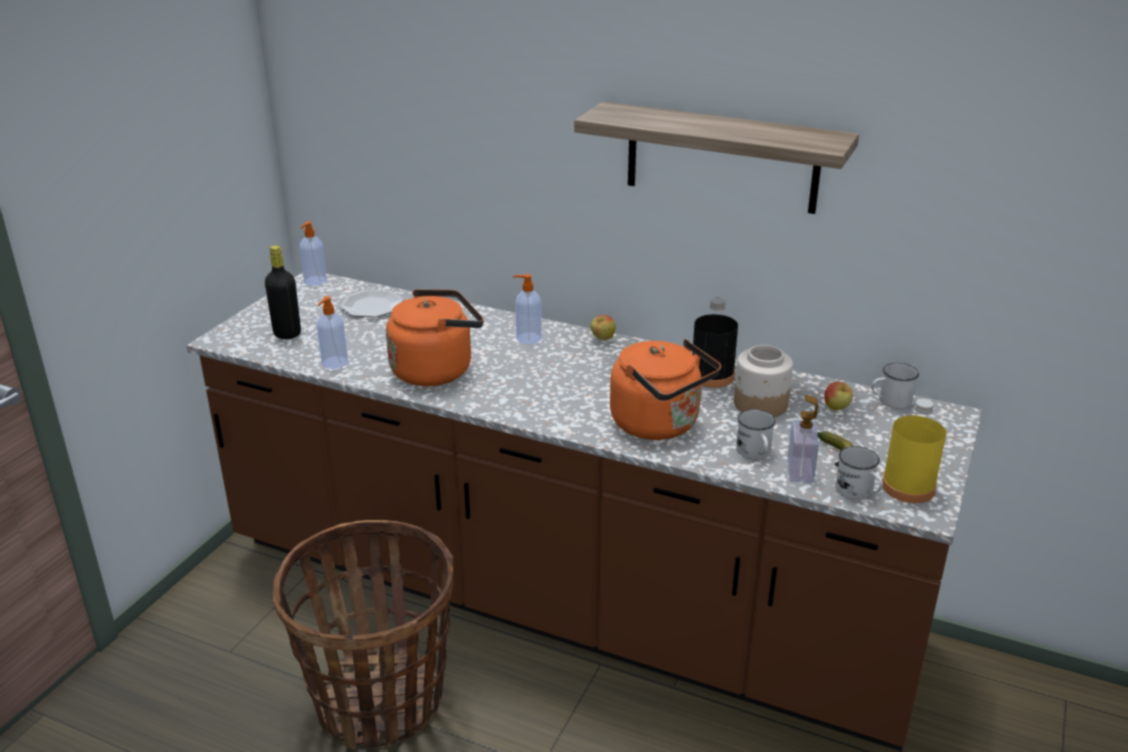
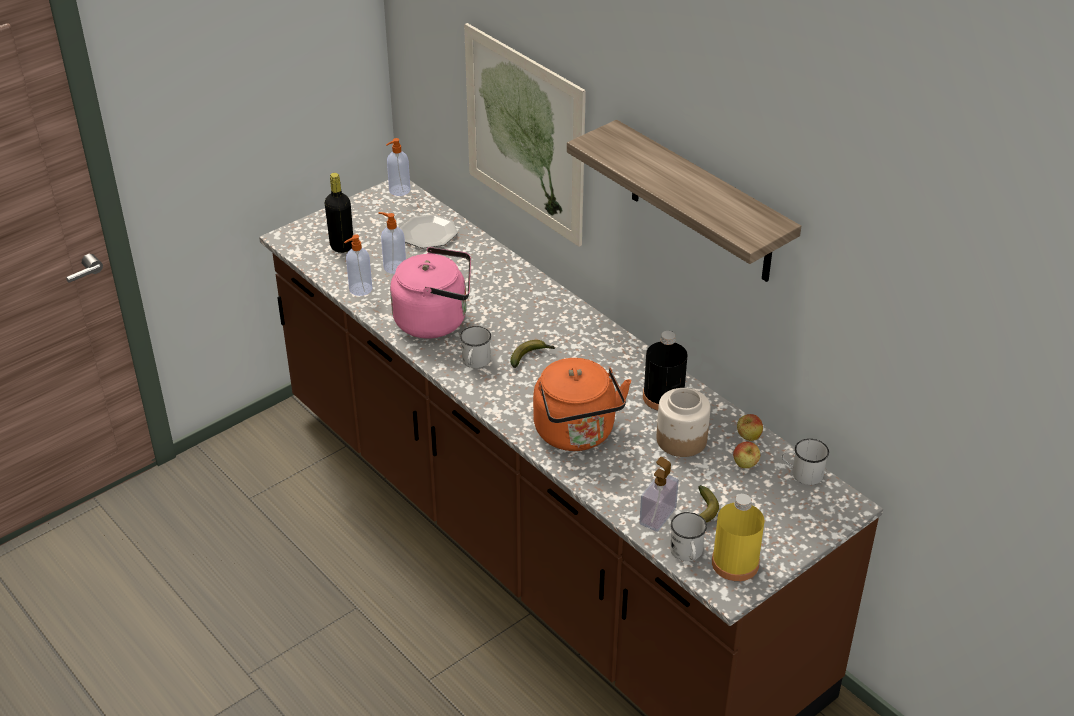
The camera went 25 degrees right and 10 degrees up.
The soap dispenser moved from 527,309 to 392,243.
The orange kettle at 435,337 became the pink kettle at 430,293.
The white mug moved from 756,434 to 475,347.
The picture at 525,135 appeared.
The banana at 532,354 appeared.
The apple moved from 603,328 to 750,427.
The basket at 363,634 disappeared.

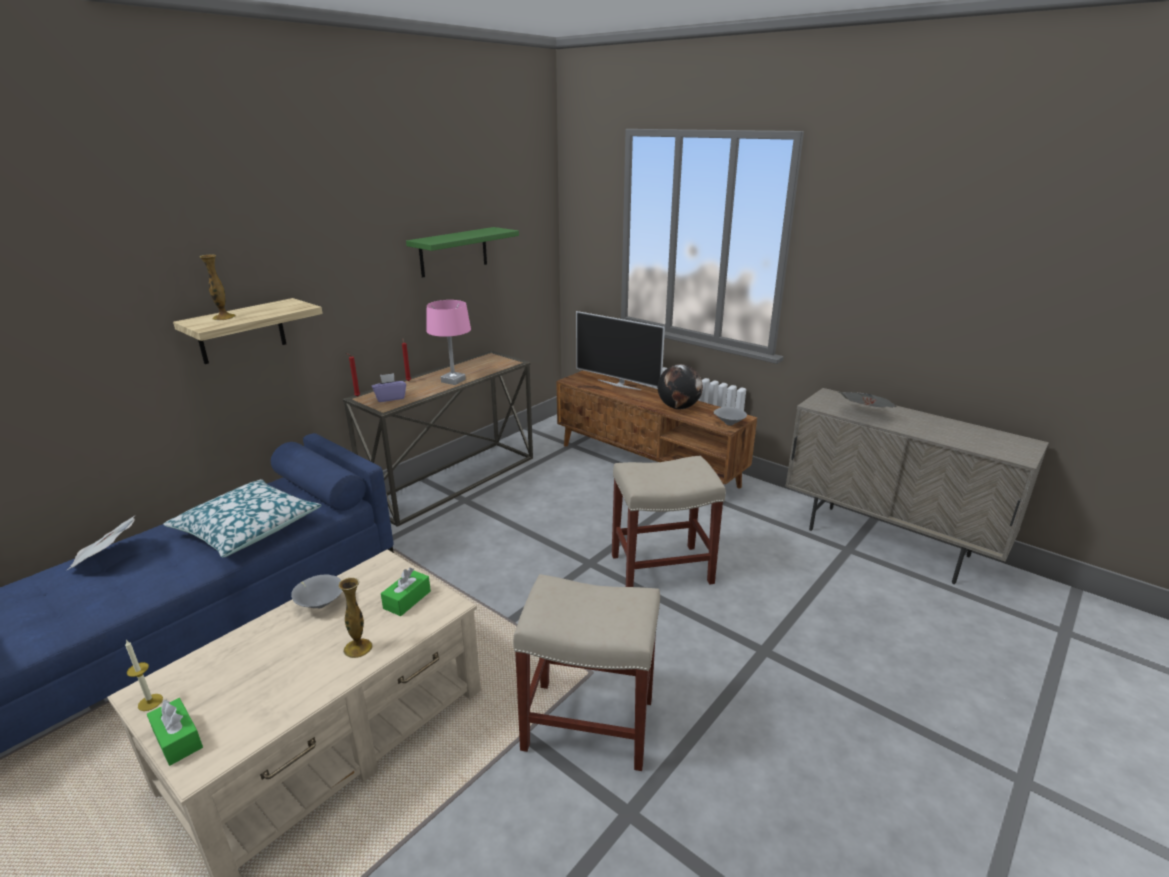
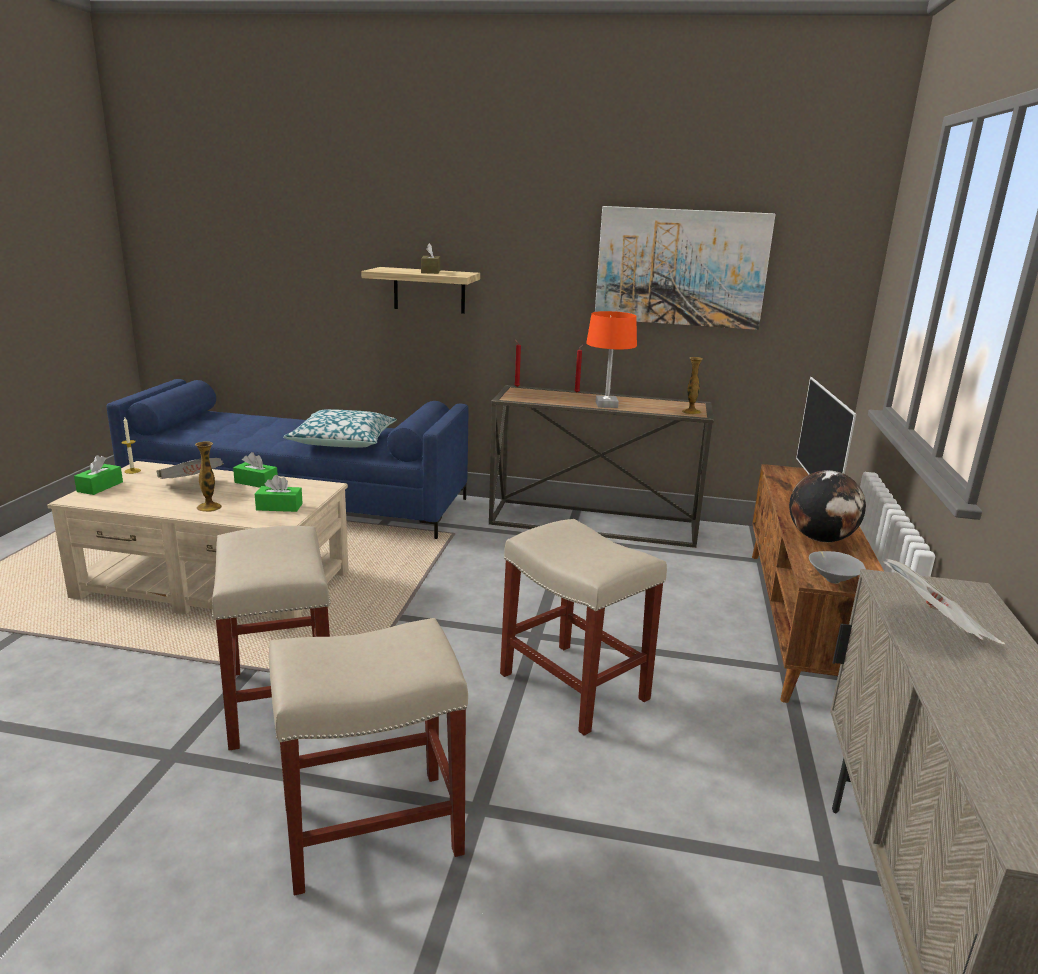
The camera went 60 degrees right and 5 degrees down.
The newspaper moved from 100,543 to 190,468.
The grey bowl at 316,591 was replaced by the green tissue box at 255,470.
The beige stool at 368,757 appeared.
The brown tissue box at 430,258 appeared.
The pink table lamp at 448,342 became the orange table lamp at 611,359.
The green shelf at 462,252 was replaced by the picture at 685,268.
The vase moved from 218,287 to 692,386.
The purple tissue box at 389,387 disappeared.

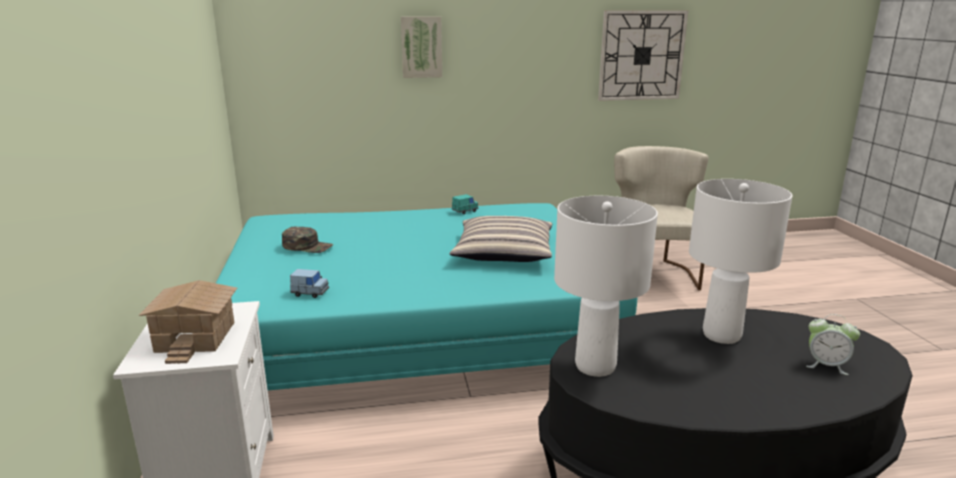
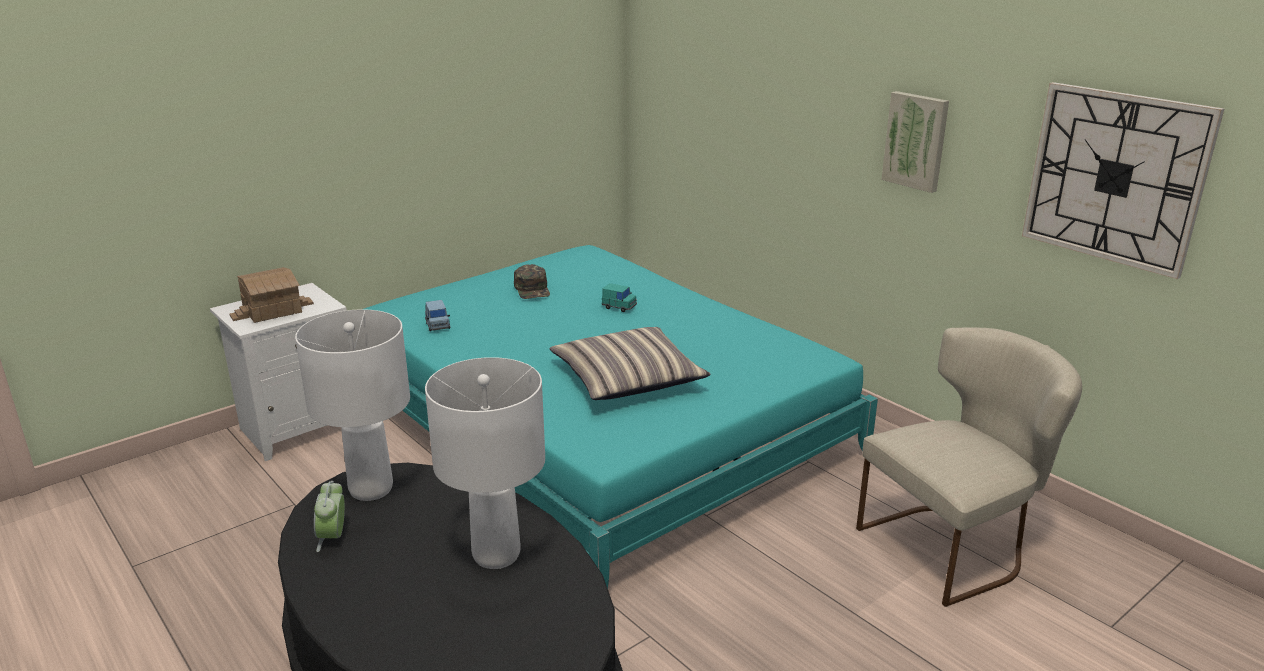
The camera went 60 degrees right and 5 degrees up.
The alarm clock moved from 833,344 to 329,516.
The turquoise toy car moved from 465,204 to 619,297.
The picture moved from 421,47 to 915,142.

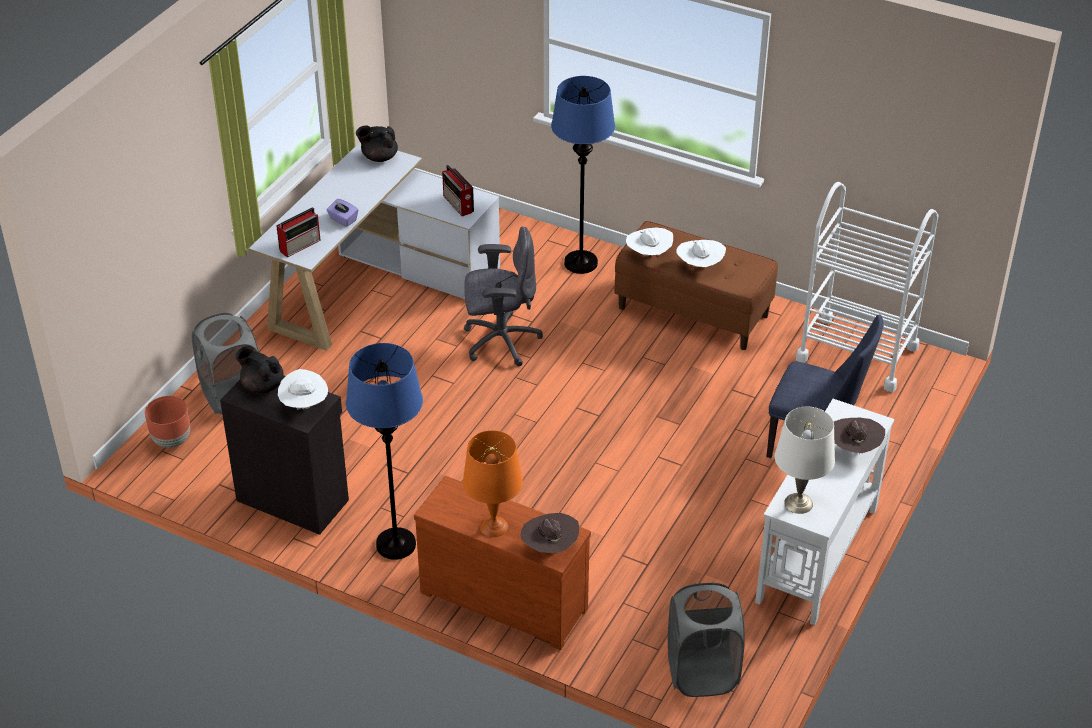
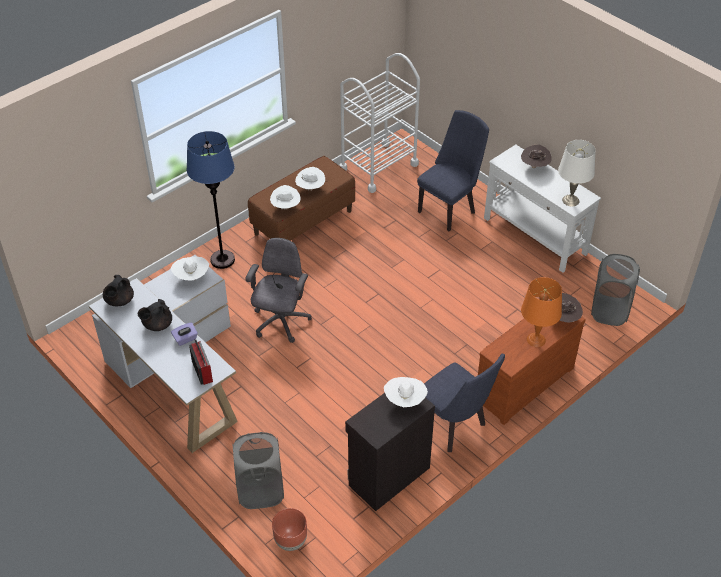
The camera went 70 degrees left and 5 degrees up.
The black teapot moved from 259,369 to 155,315.
The radio at 458,190 was replaced by the white hat at 190,269.
The blue floor lamp at 384,451 was replaced by the blue chair at 464,403.

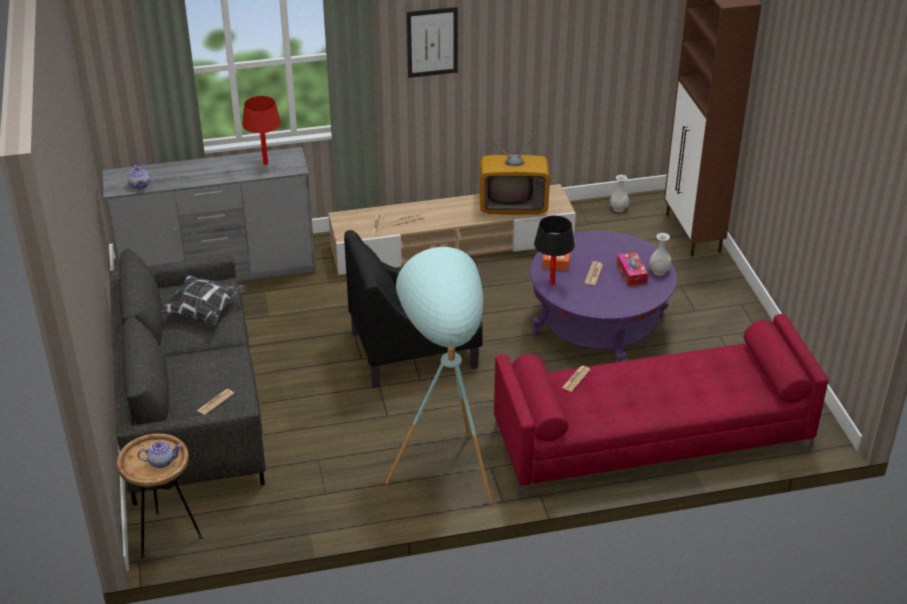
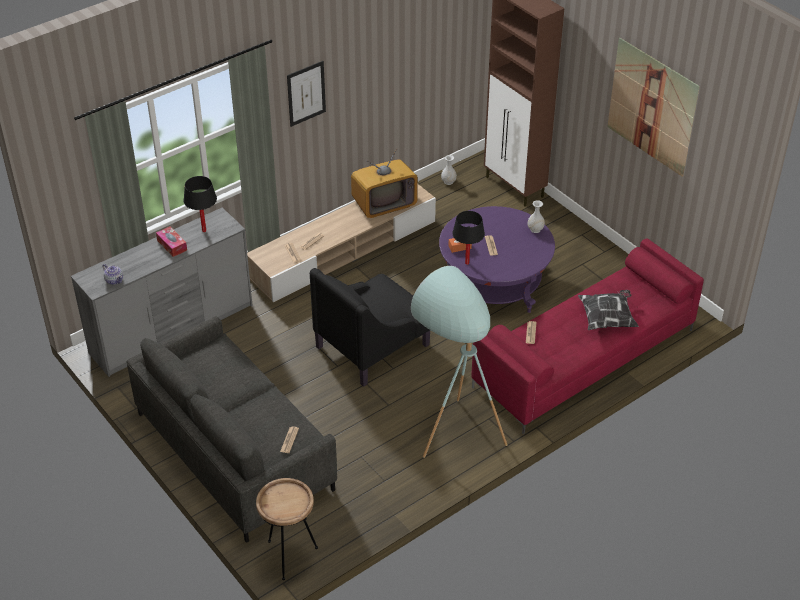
The camera went 25 degrees left and 5 degrees up.
The tissue box moved from 632,269 to 171,241.
The red table lamp at 261,130 became the black table lamp at 200,204.
The pillow moved from 203,300 to 608,310.
The picture at 653,107 appeared.
The teapot at 160,454 disappeared.

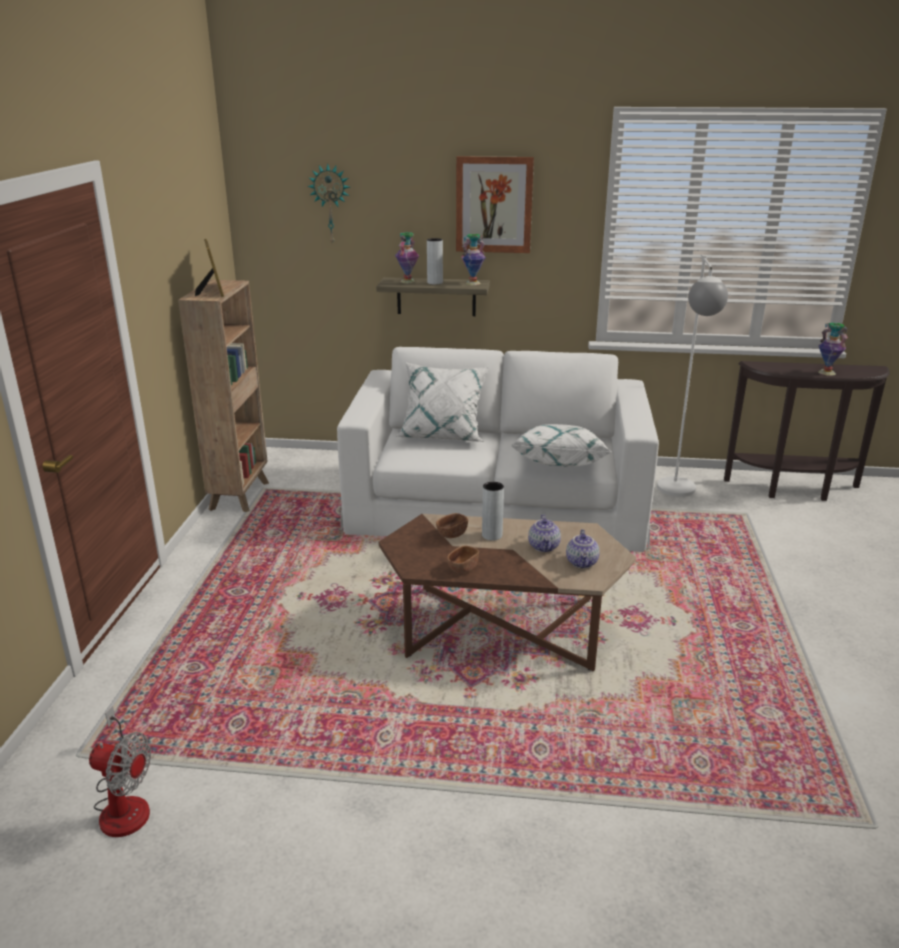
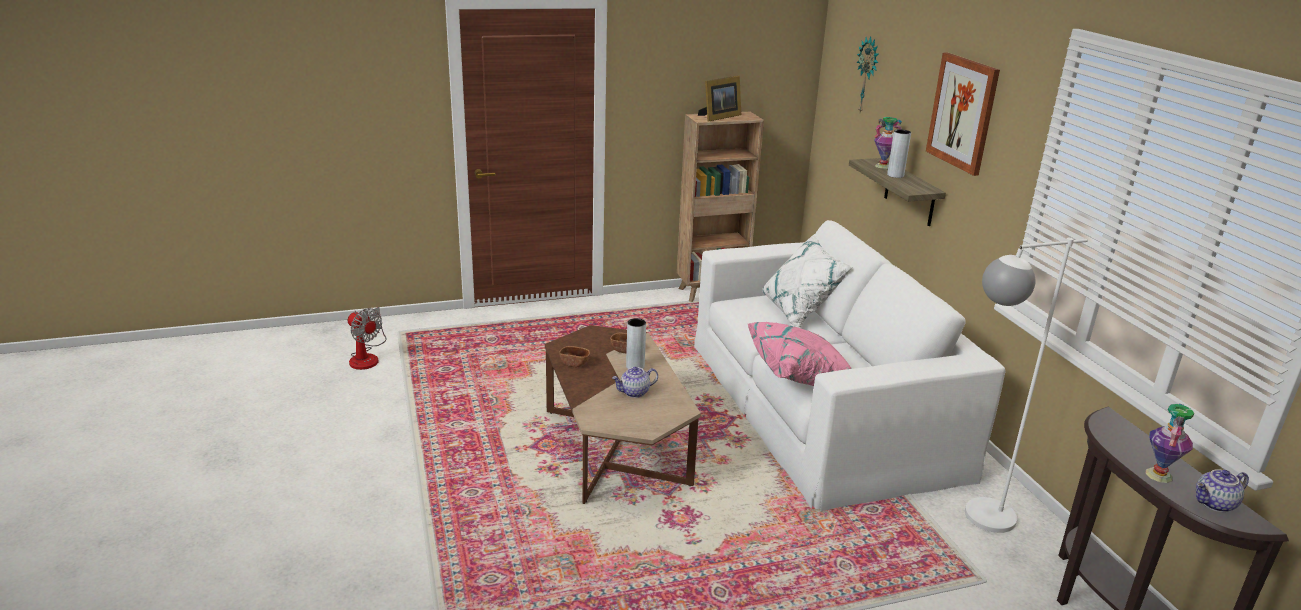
The camera went 65 degrees right and 0 degrees up.
The fan at 120,771 turned 45 degrees counterclockwise.
The white pillow at 561,445 became the pink pillow at 800,354.
The teapot moved from 583,548 to 1222,490.
The vase at 473,259 disappeared.

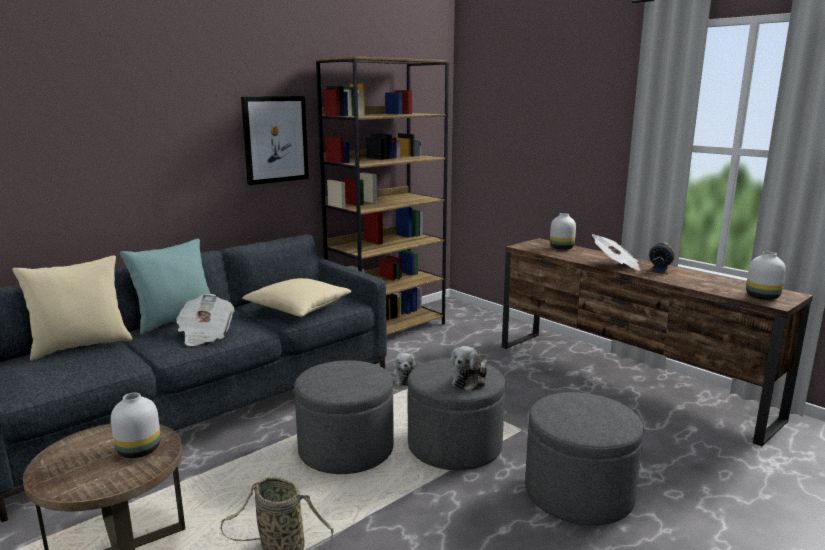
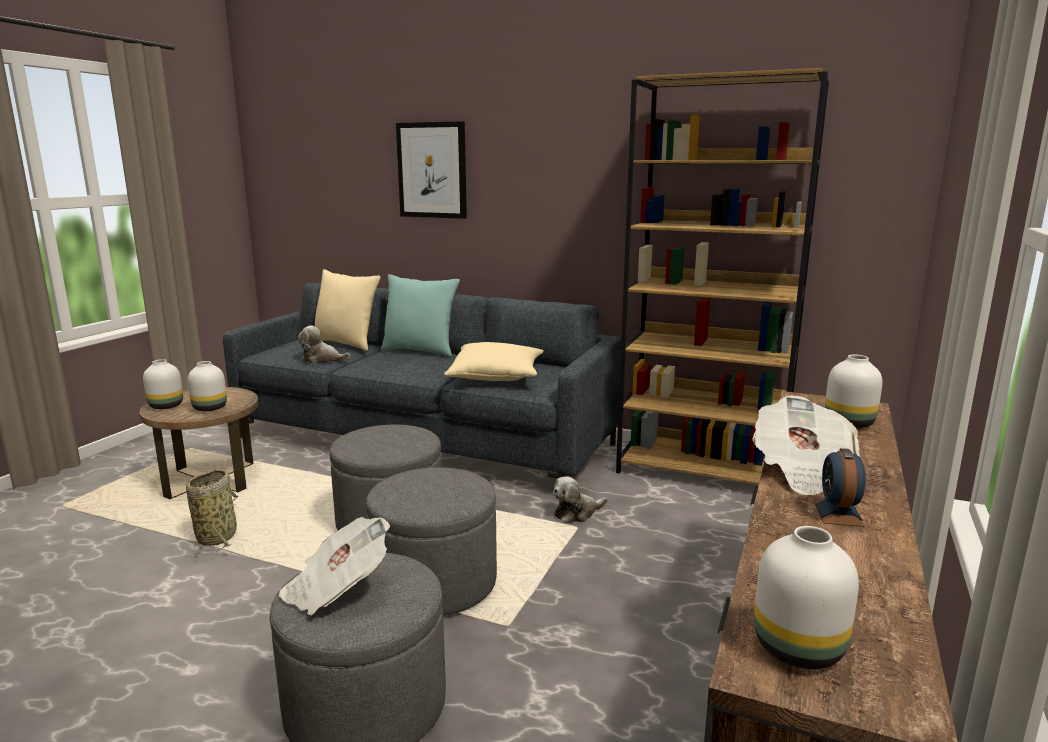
The camera went 65 degrees right and 0 degrees up.
The white vase at 163,384 appeared.
The newspaper moved from 205,320 to 334,566.
The plush toy moved from 469,368 to 324,344.
The picture moved from 275,140 to 431,170.

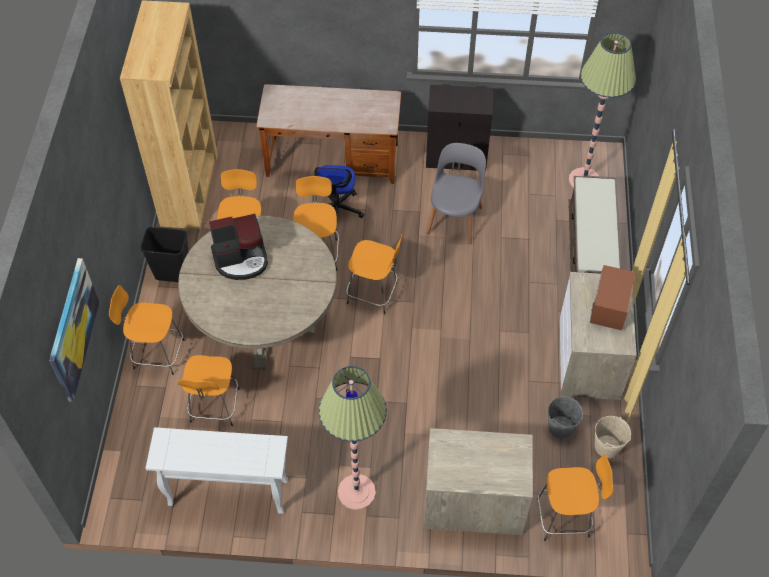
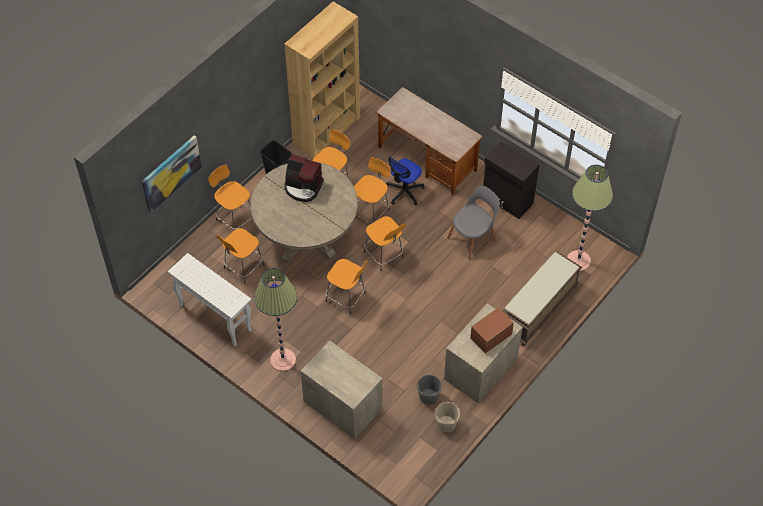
The camera went 35 degrees right and 0 degrees up.
The orange stool moved from 575,497 to 347,286.

